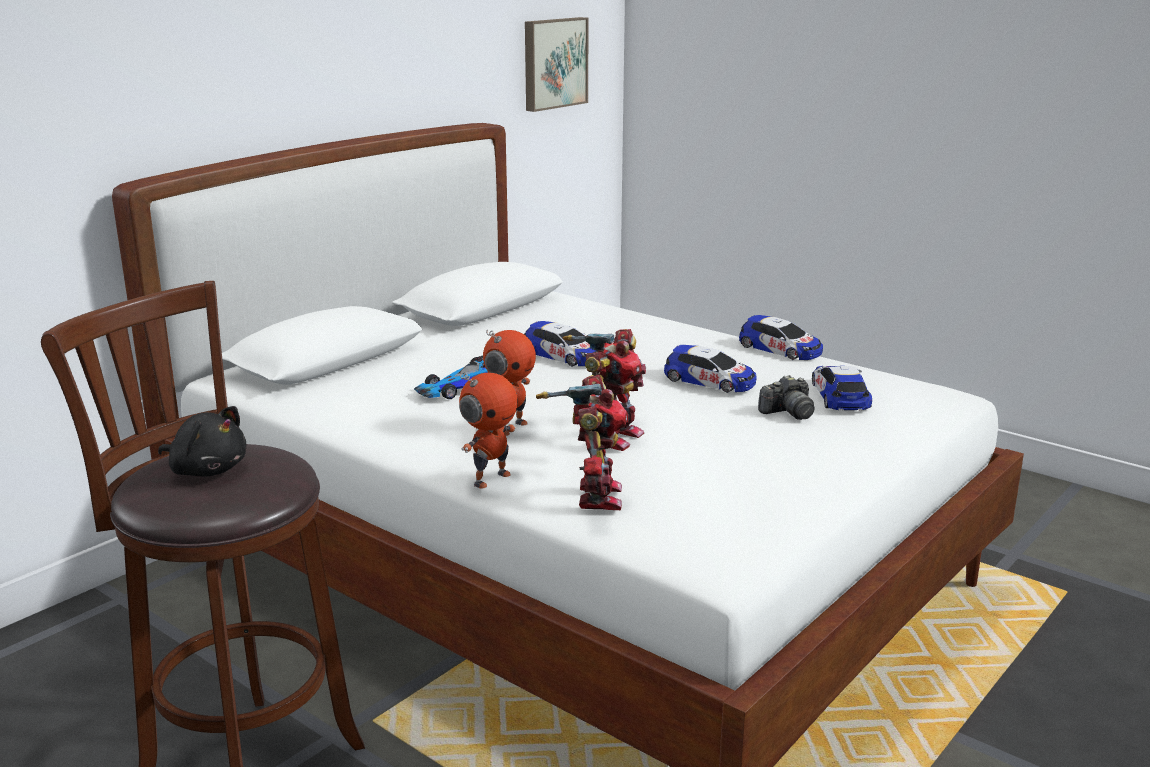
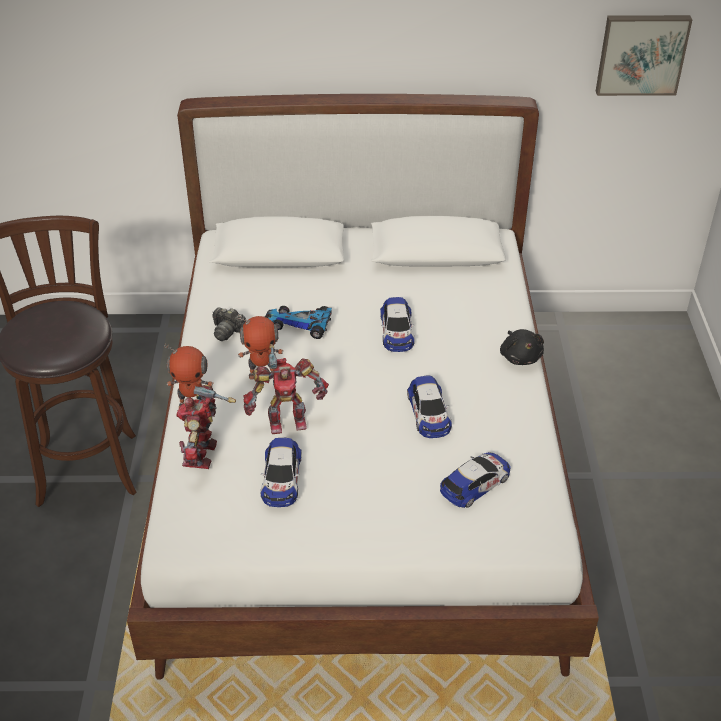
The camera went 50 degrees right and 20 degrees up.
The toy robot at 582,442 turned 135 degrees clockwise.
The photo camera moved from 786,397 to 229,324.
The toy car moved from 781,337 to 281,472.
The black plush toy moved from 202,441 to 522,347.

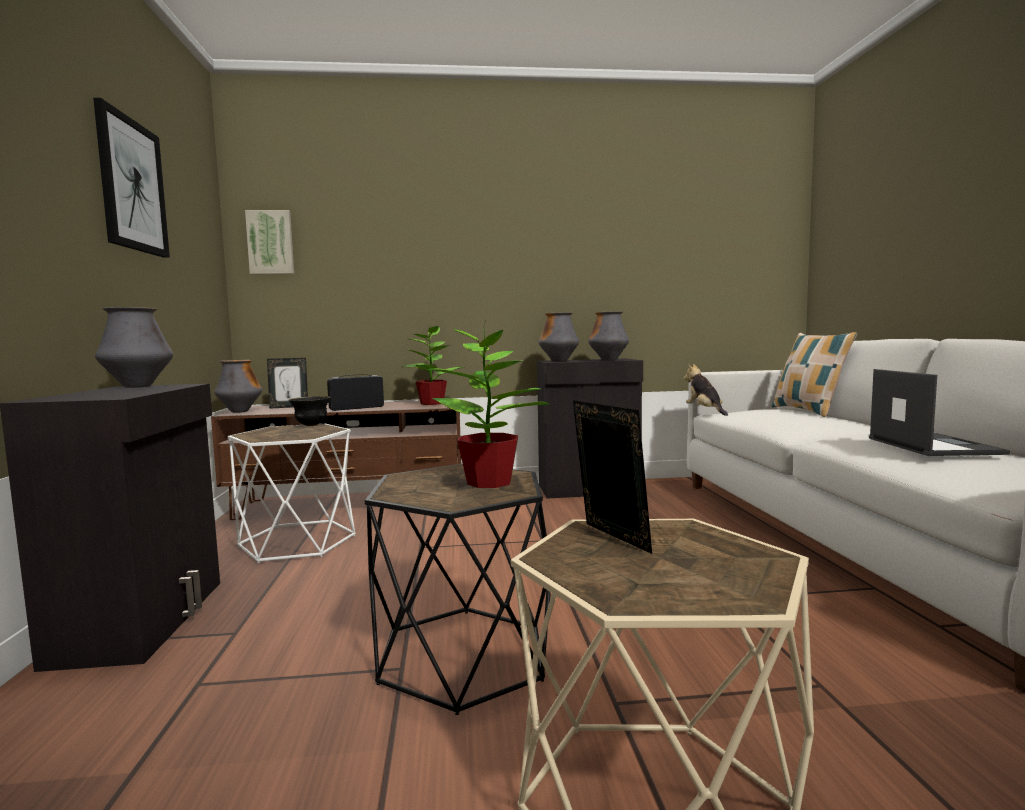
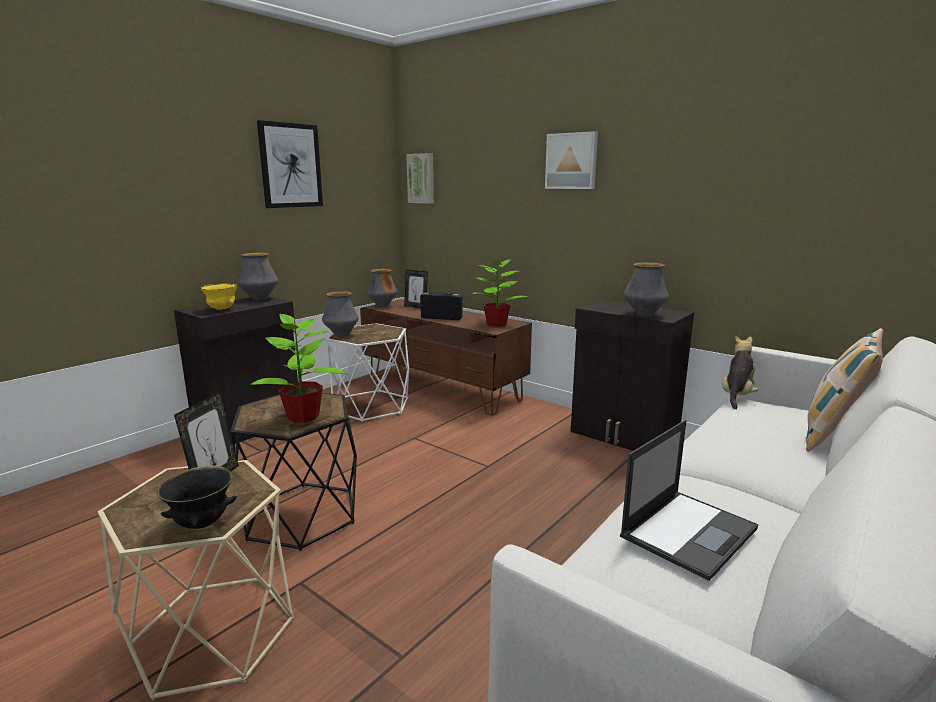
The camera went 45 degrees right and 10 degrees up.
The black bowl moved from 310,411 to 197,497.
The yellow bowl at 219,296 appeared.
The vase moved from 558,337 to 340,314.
The picture at 571,160 appeared.

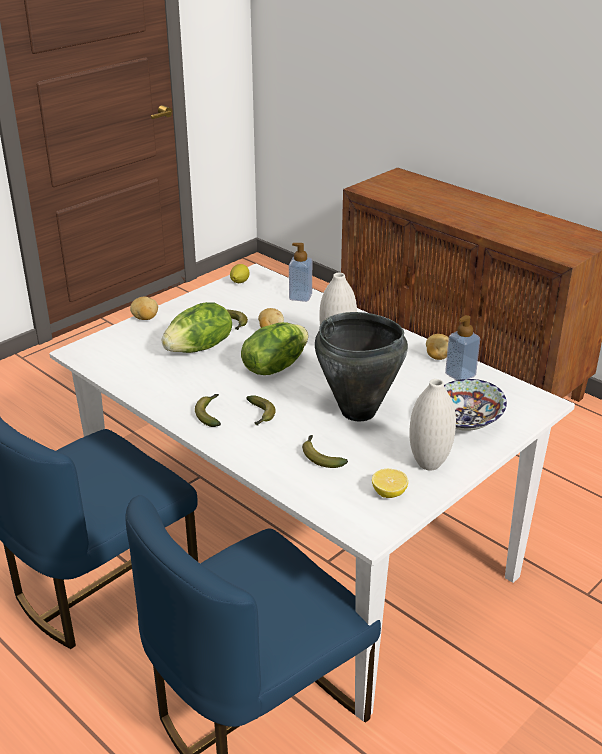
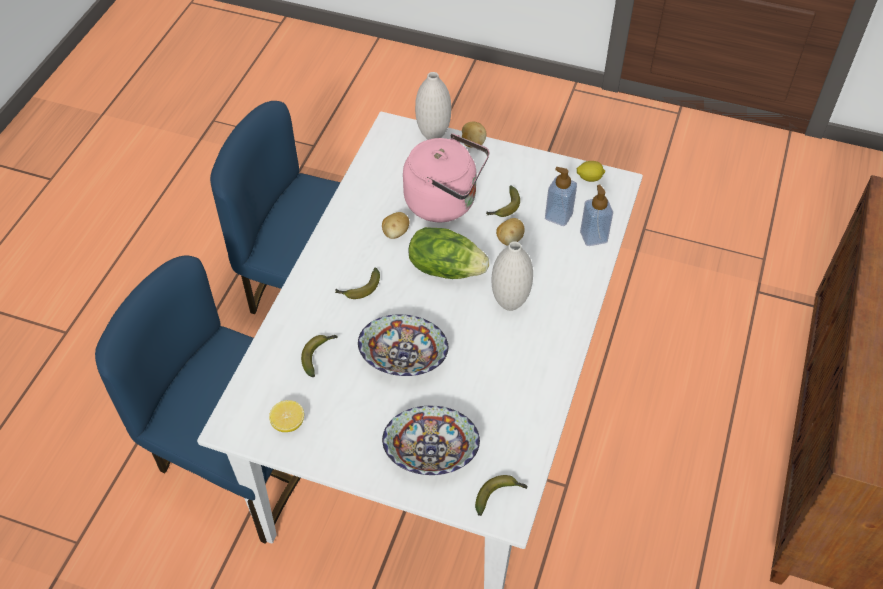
The camera went 65 degrees right and 20 degrees up.
The black cooking pot at 361,366 was replaced by the bowl at 403,345.
The potato moved from 437,347 to 396,225.
The lettuce at 197,327 was replaced by the pink kettle at 446,178.
The white vase moved from 432,424 to 433,106.
The banana moved from 208,410 to 501,495.
The soap dispenser moved from 462,347 to 561,196.

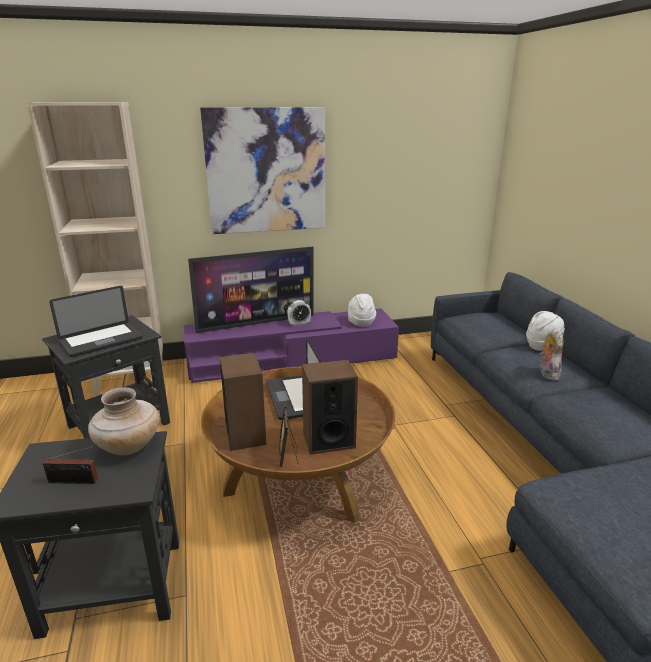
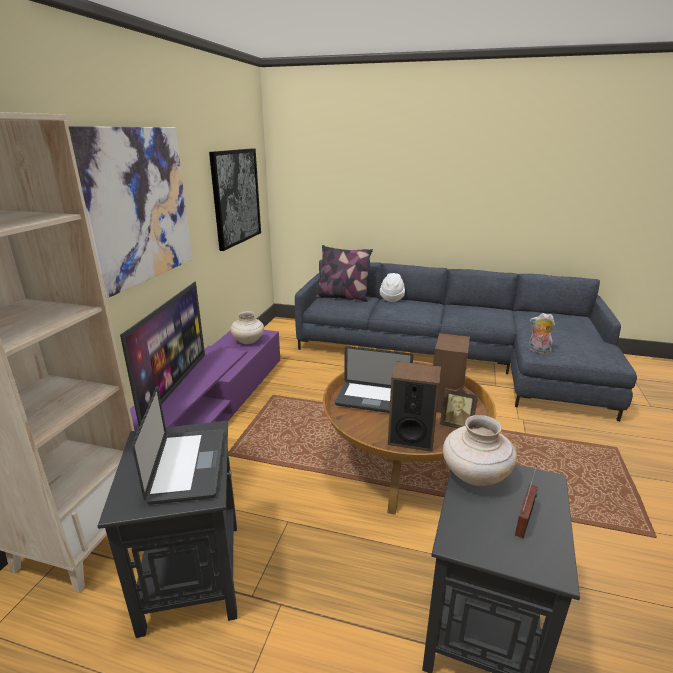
The camera went 60 degrees left and 0 degrees up.
The picture at 235,199 appeared.
The white hat at 362,310 was replaced by the beige vase at 247,327.
The pillow at 344,273 appeared.
The plush toy moved from 551,354 to 542,334.
The alarm clock at 299,313 disappeared.

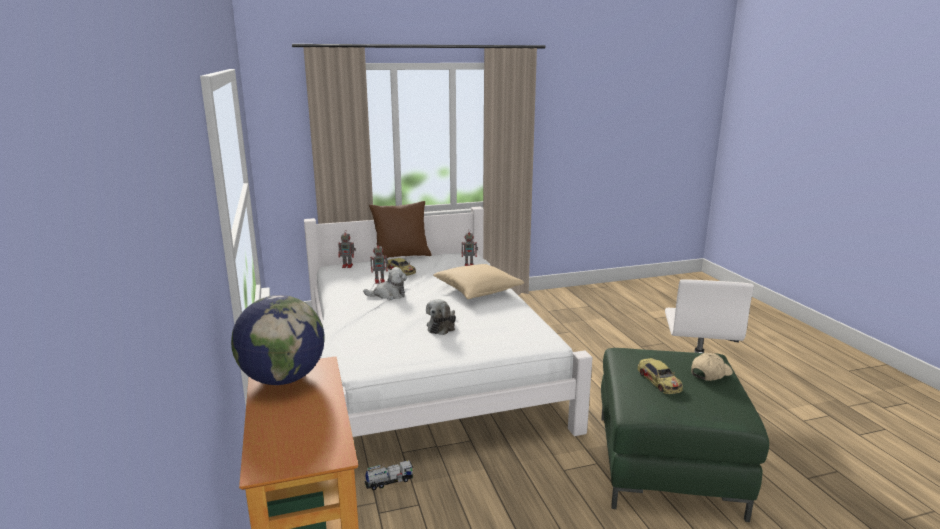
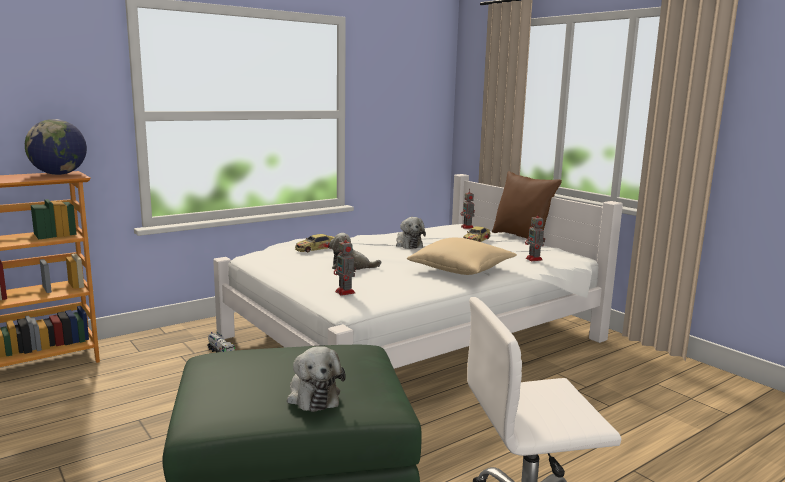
The camera went 70 degrees right and 5 degrees down.
The beige cap at 712,367 was replaced by the plush toy at 316,379.
The toy car moved from 660,376 to 314,243.
The toy robot moved from 379,263 to 344,265.

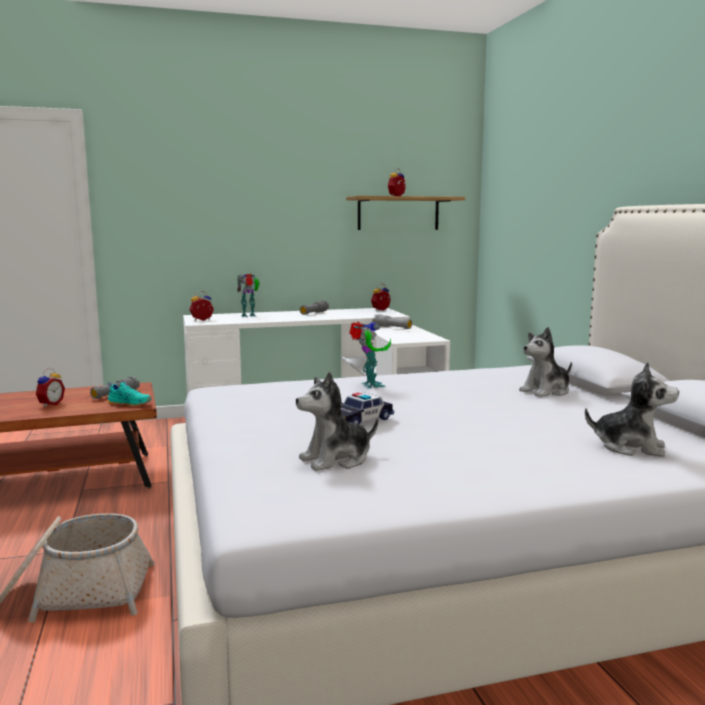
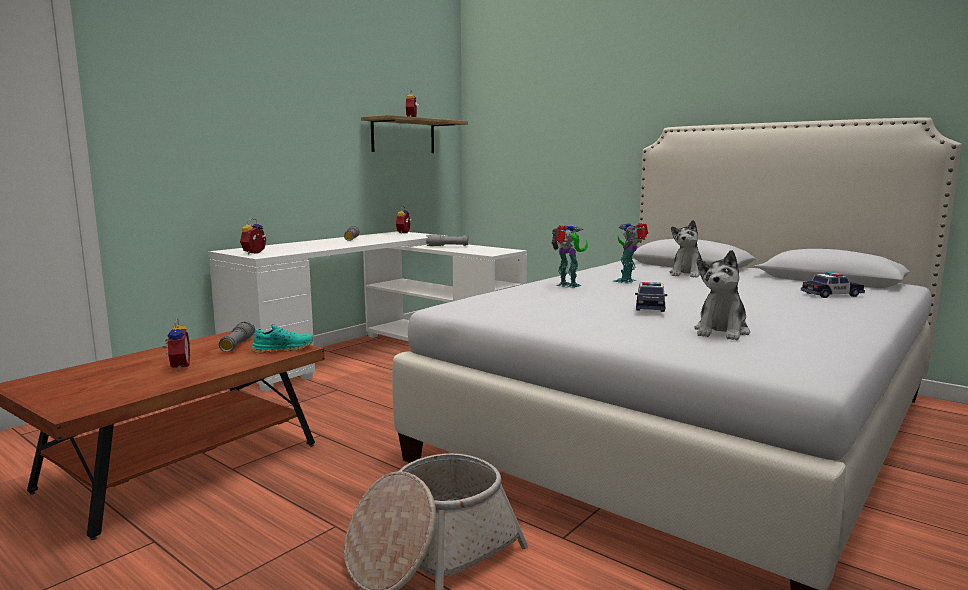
The camera went 35 degrees left and 0 degrees up.
The toy robot moved from 248,295 to 630,253.
The plush toy at 632,409 was replaced by the toy car at 833,285.

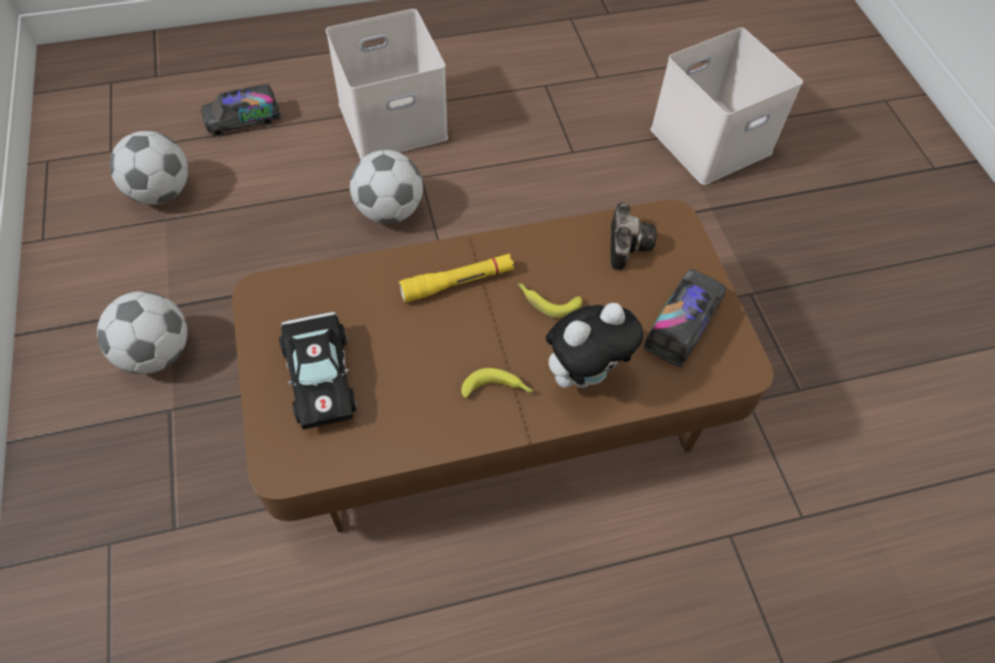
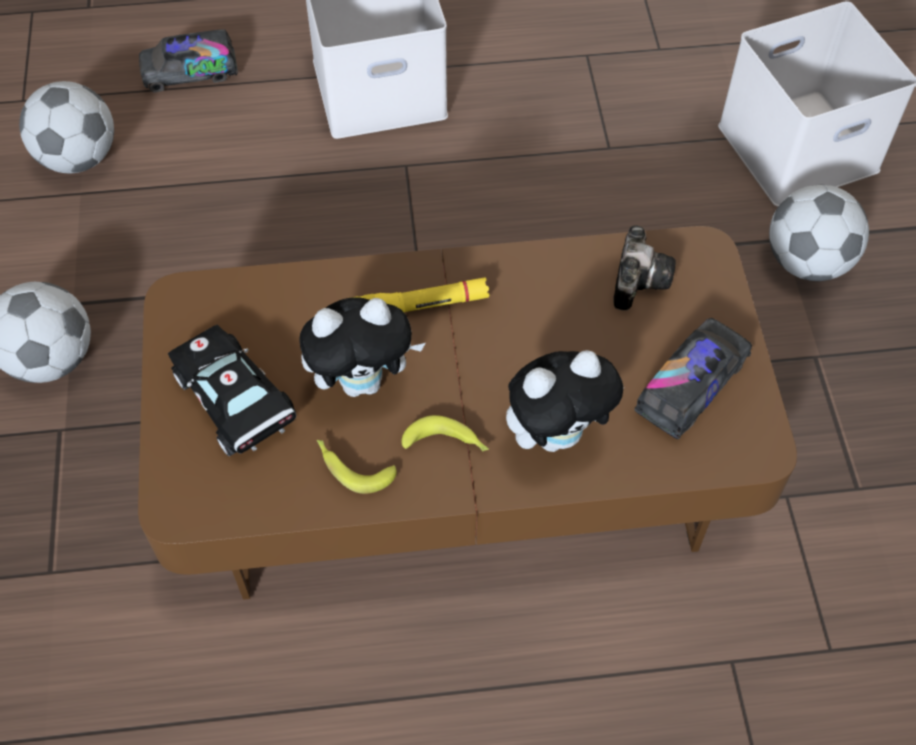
The camera went 10 degrees right and 0 degrees up.
The black toy car at 318,370 turned 150 degrees clockwise.
The plush toy at 362,347 appeared.
The banana moved from 550,300 to 357,467.
The football moved from 386,187 to 819,233.

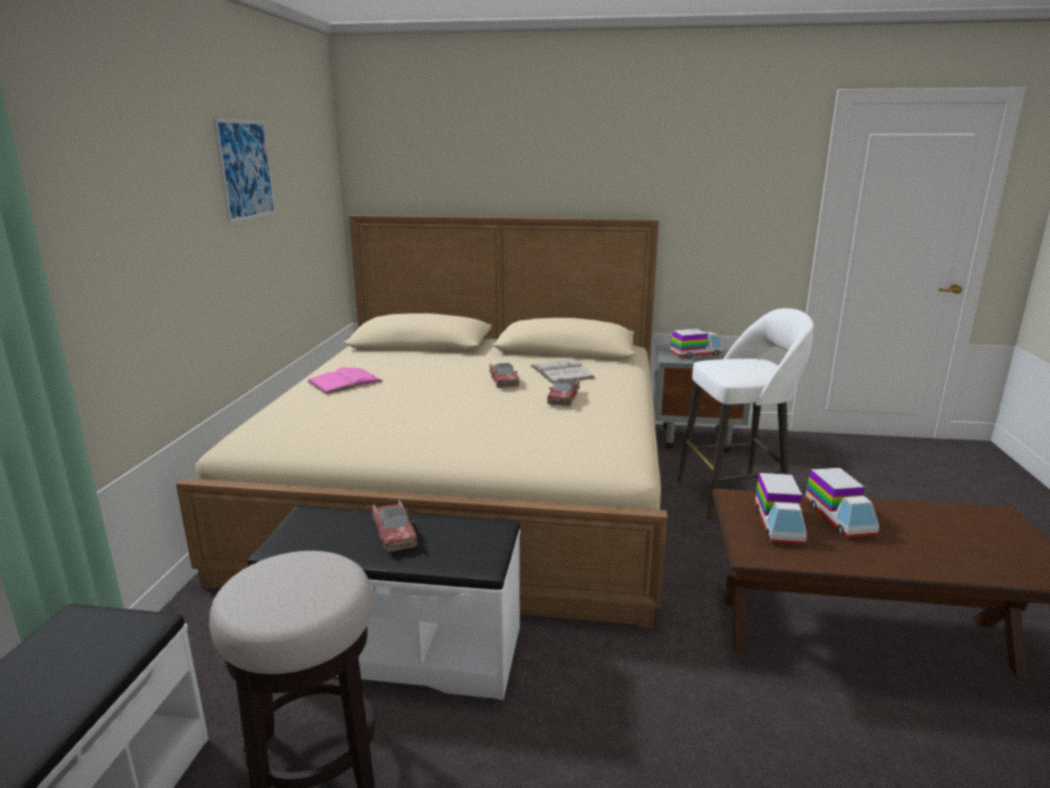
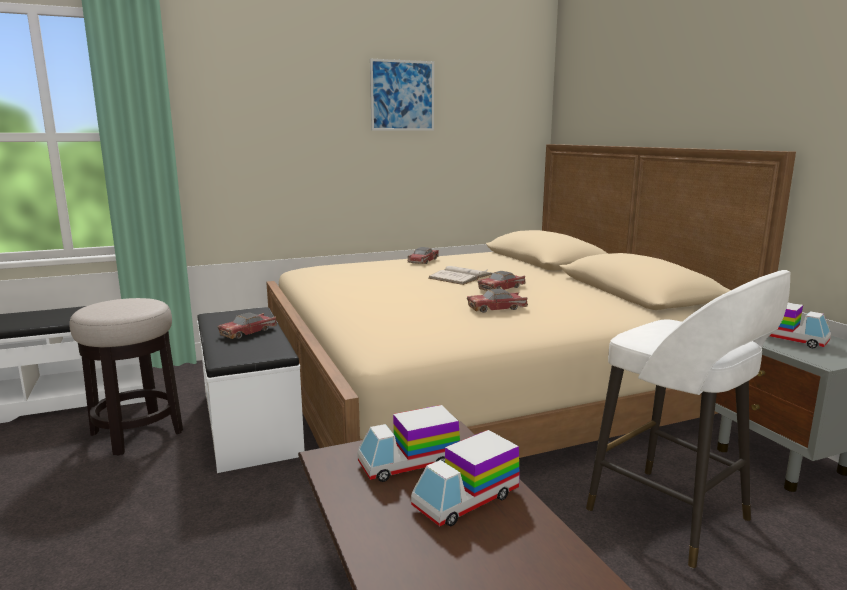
The camera went 60 degrees right and 5 degrees down.
The pink book at 345,380 was replaced by the toy car at 423,255.
The white book moved from 563,370 to 460,275.

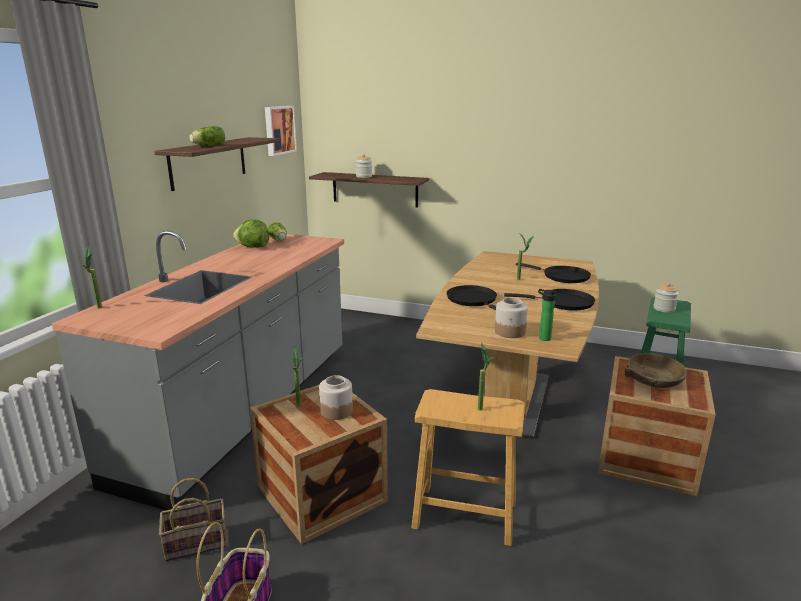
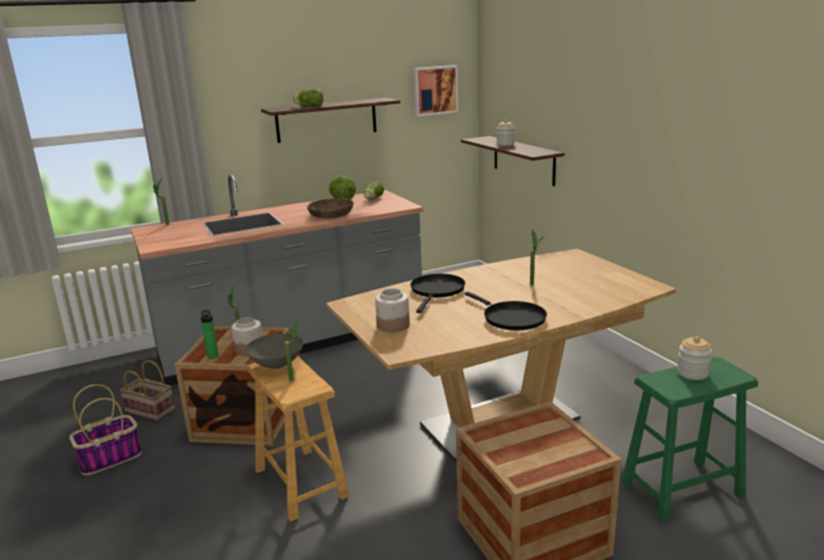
The camera went 45 degrees right and 0 degrees up.
The bottle moved from 547,315 to 209,334.
The grey bowl at 274,351 appeared.
The brown bowl moved from 656,371 to 330,208.
The black frying pan at 553,273 disappeared.

